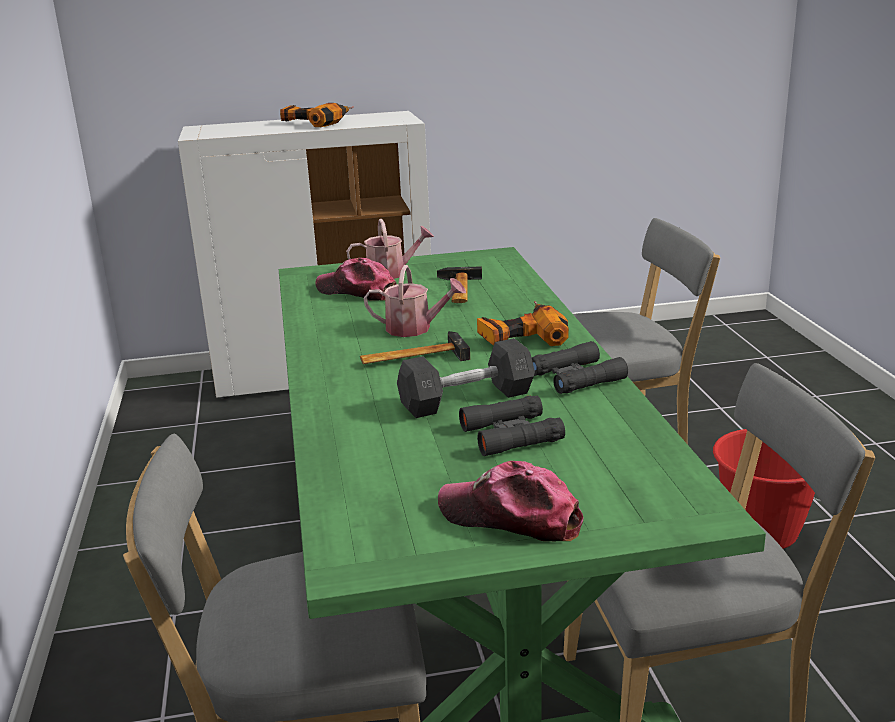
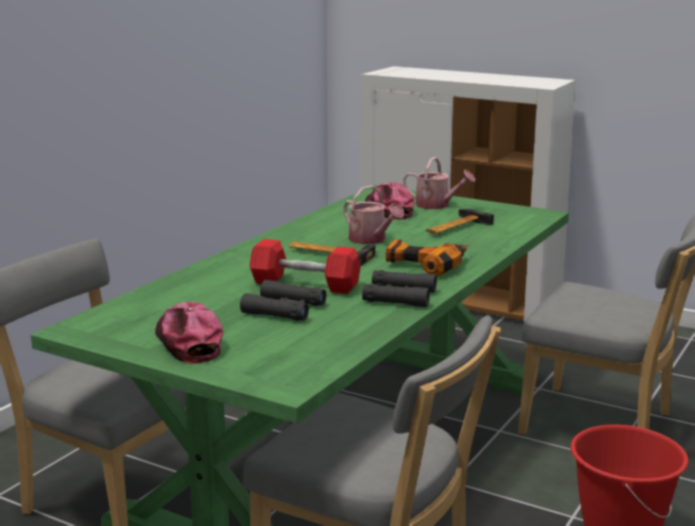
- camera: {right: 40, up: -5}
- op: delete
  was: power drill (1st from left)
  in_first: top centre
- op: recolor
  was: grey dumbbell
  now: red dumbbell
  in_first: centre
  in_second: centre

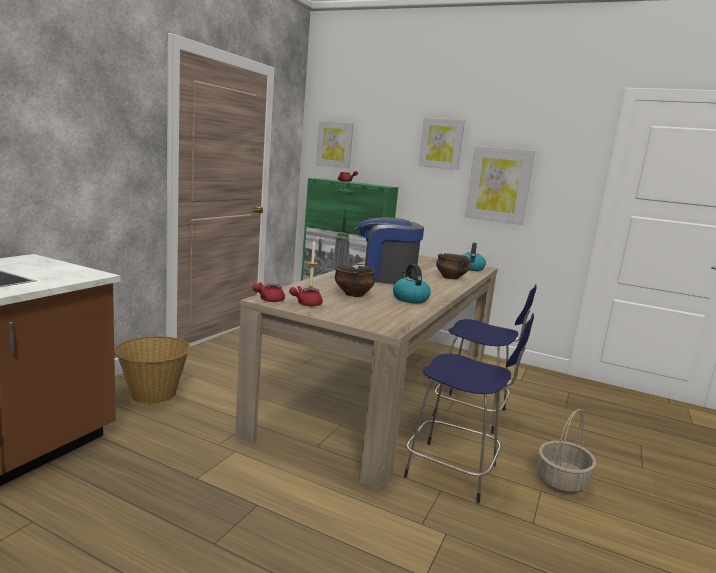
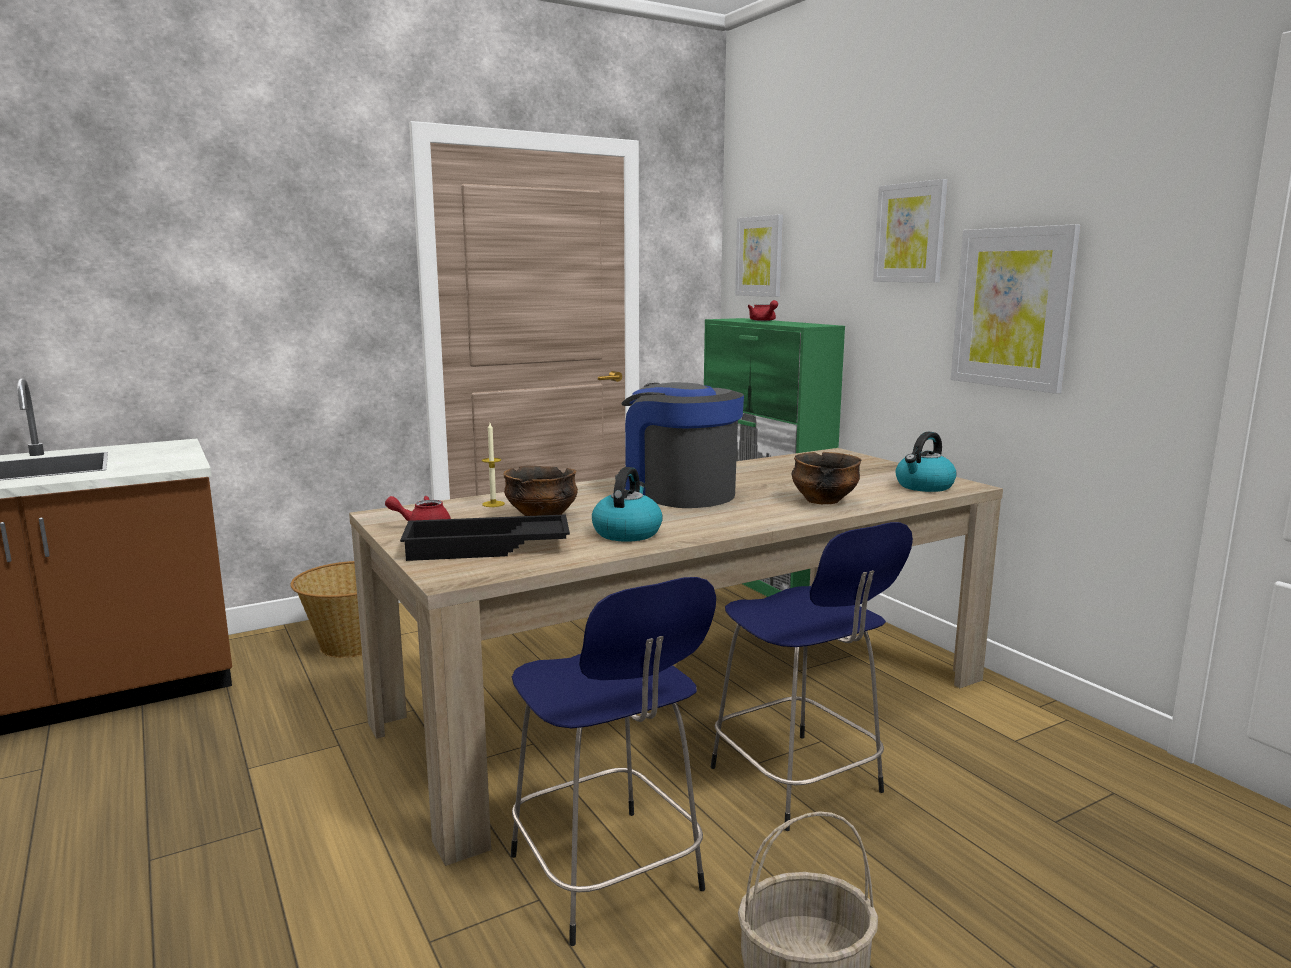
- camera: {right: 35, up: 0}
- op: delete
  was: red teapot (1st from left)
  in_first: centre
- op: insert
  now: black tray
  in_second: centre

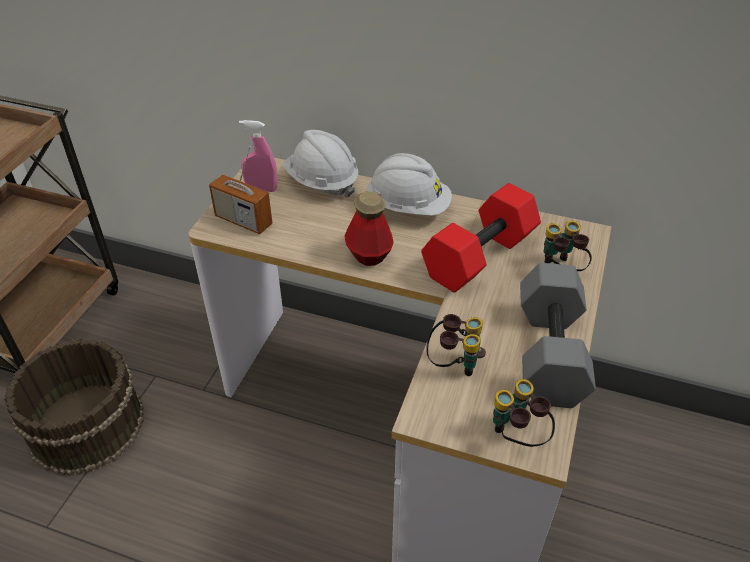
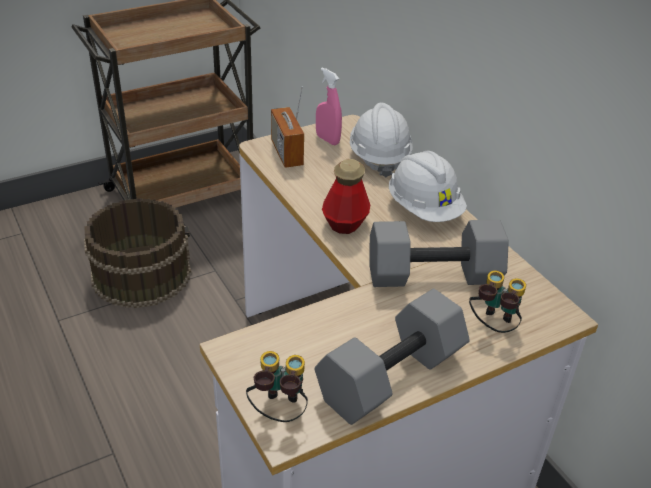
- camera: {right: 40, up: -5}
- op: recolor
  was: red dumbbell
  now: grey dumbbell (2nd from left)
  in_first: centre
  in_second: middle right
- op: delete
  was: binoculars (1st from left)
  in_first: centre

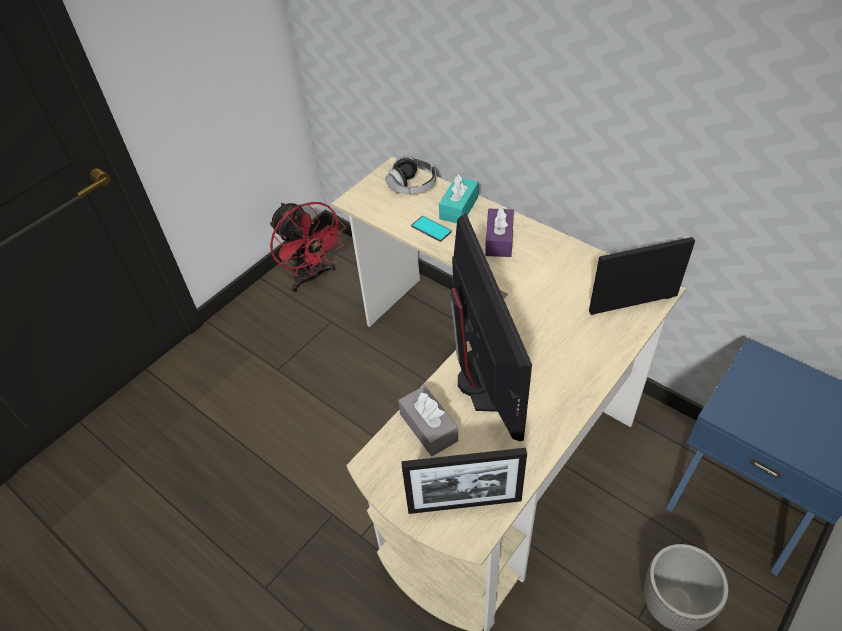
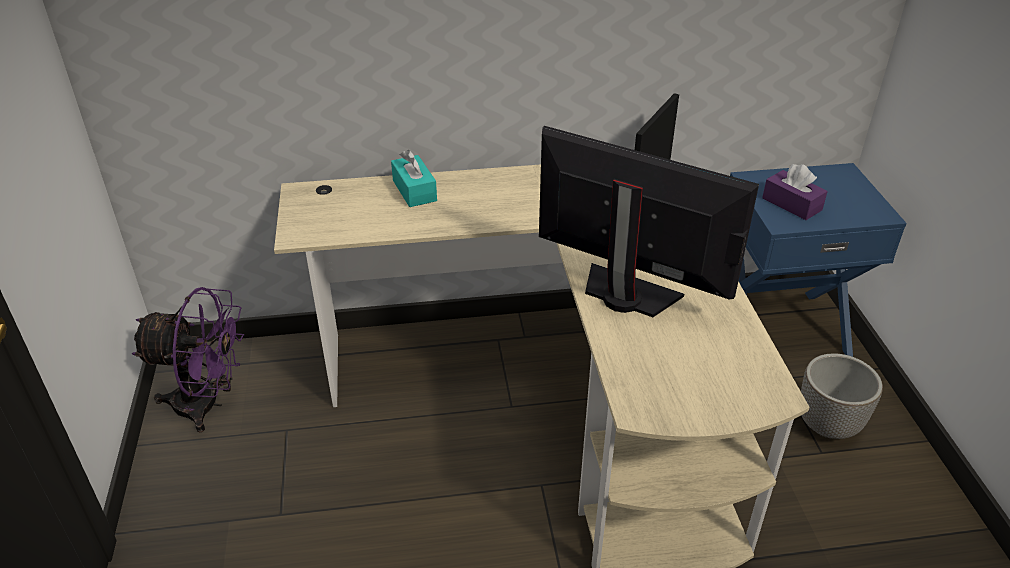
- camera: {right: -50, up: -10}
- op: delete
  was: headphones
  in_first: top centre
- op: recolor
  was: red fan
  now: purple fan
  in_first: centre
  in_second: middle left
- op: move
  was: purple tissue box
  in_first: centre
  in_second: middle right
- op: delete
  was: phone
  in_first: centre
- op: delete
  was: grey tissue box
  in_first: bottom centre
- op: delete
  was: picture frame (1st from left)
  in_first: bottom centre

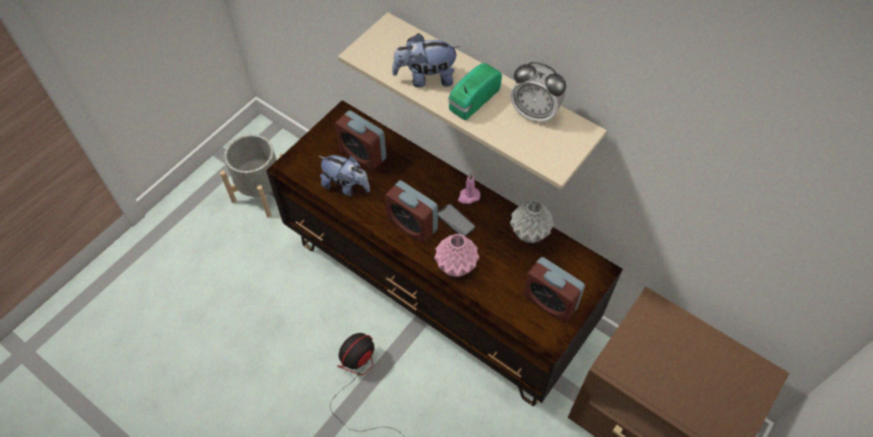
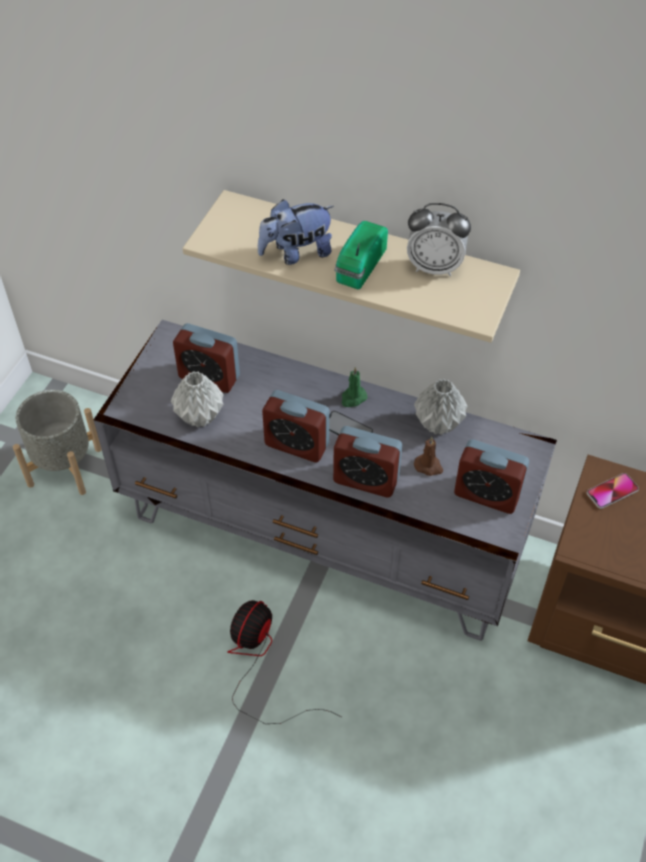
- camera: {right: -15, up: -5}
- op: recolor
  was: brown tv stand
  now: grey tv stand
  in_first: centre
  in_second: centre
- op: replace
  was: plush toy (1st from left)
  now: grey vase (1st from left)
  in_first: centre
  in_second: middle left
- op: recolor
  was: pink candle
  now: green candle
  in_first: centre
  in_second: centre
- op: replace
  was: pink vase
  now: alarm clock (3rd from left)
  in_first: centre
  in_second: centre
- op: insert
  now: brown candle
  in_second: centre
- op: insert
  now: phone (2nd from left)
  in_second: middle right

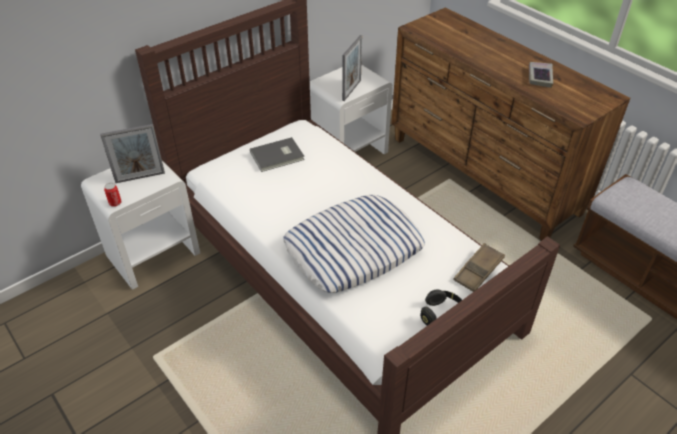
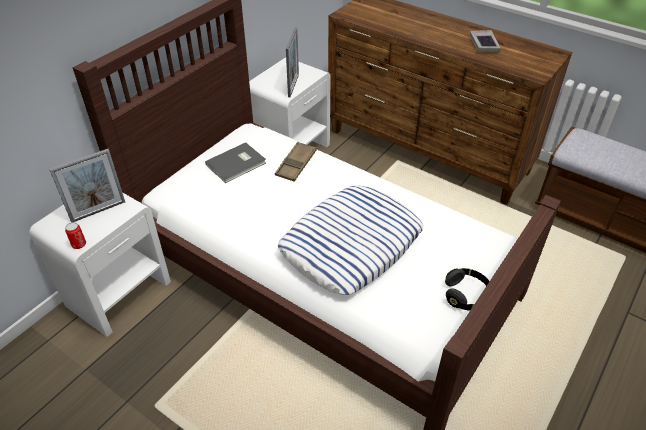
- camera: {right: -15, up: 0}
- op: move
  was: brown tray
  in_first: middle right
  in_second: centre

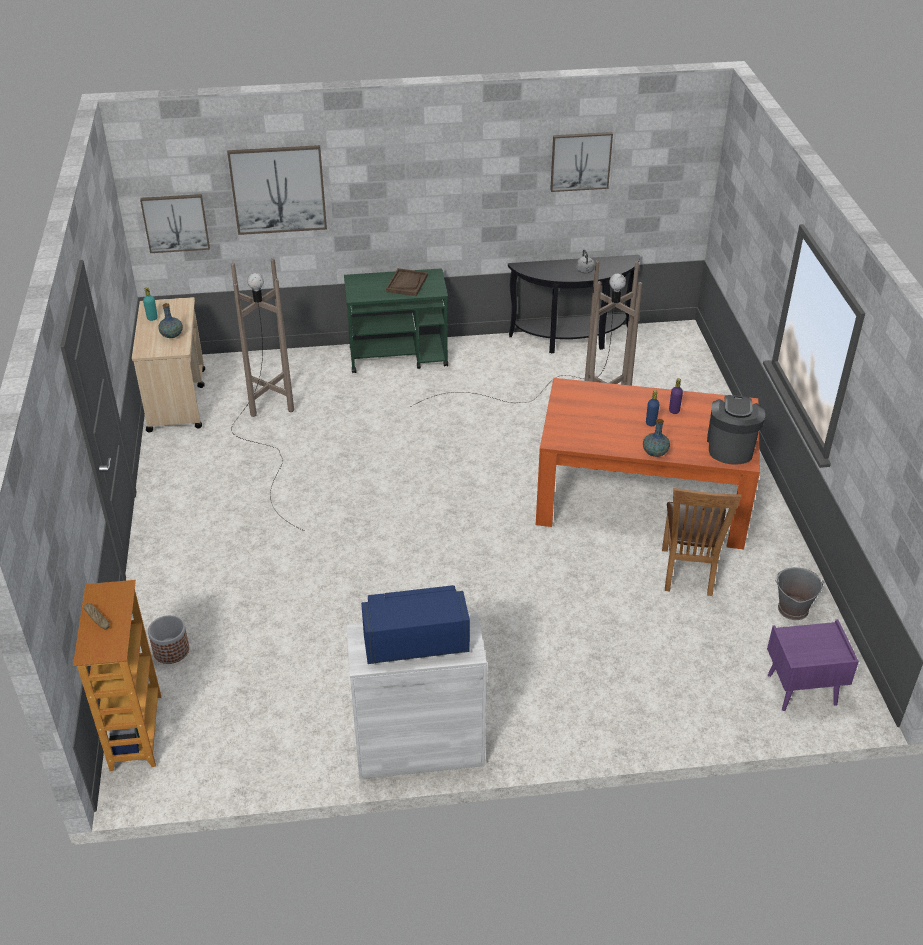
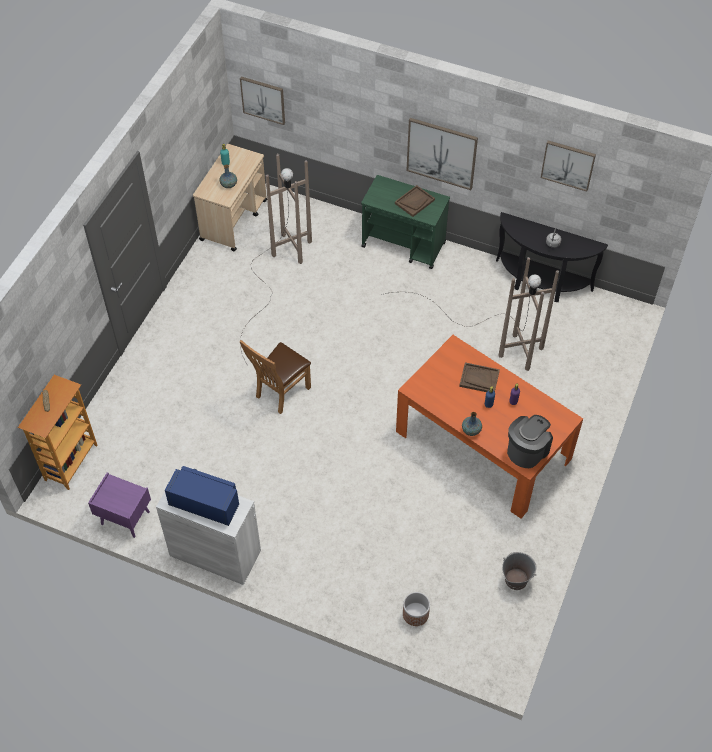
- camera: {right: 30, up: 15}
- op: move
  was: picture (2nd from left)
  in_first: top left
  in_second: top centre
- op: move
  was: brown chair
  in_first: middle right
  in_second: centre
- op: move
  was: planter
  in_first: bottom left
  in_second: bottom centre
- op: move
  was: purple nightstand
  in_first: bottom right
  in_second: bottom left
- op: insert
  now: brown tray (2nd from left)
  in_second: middle right

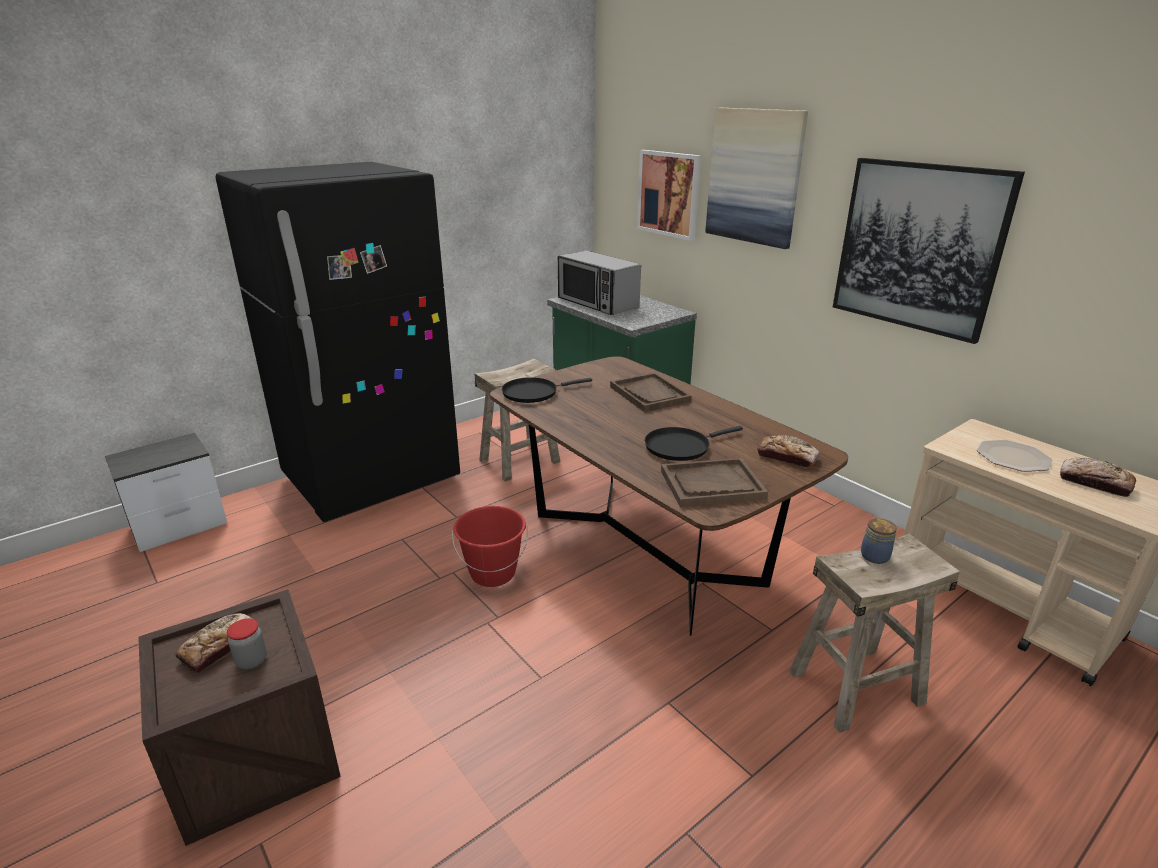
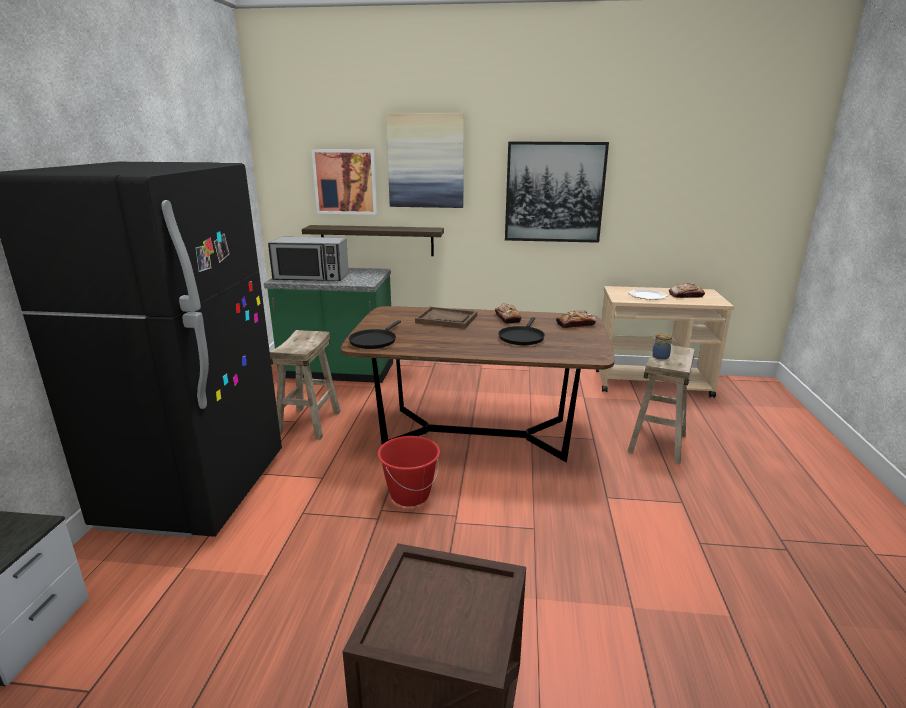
- camera: {right: -45, up: -5}
- op: delete
  was: brown tray (2nd from left)
  in_first: centre
- op: move
  was: bread (1st from left)
  in_first: bottom left
  in_second: centre
- op: delete
  was: jar (1st from left)
  in_first: bottom left
- op: insert
  now: shelf
  in_second: centre

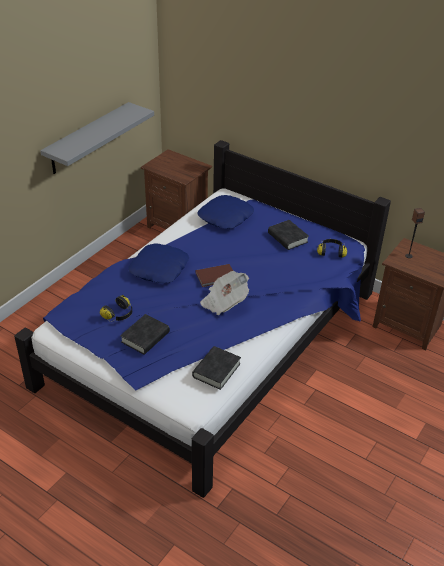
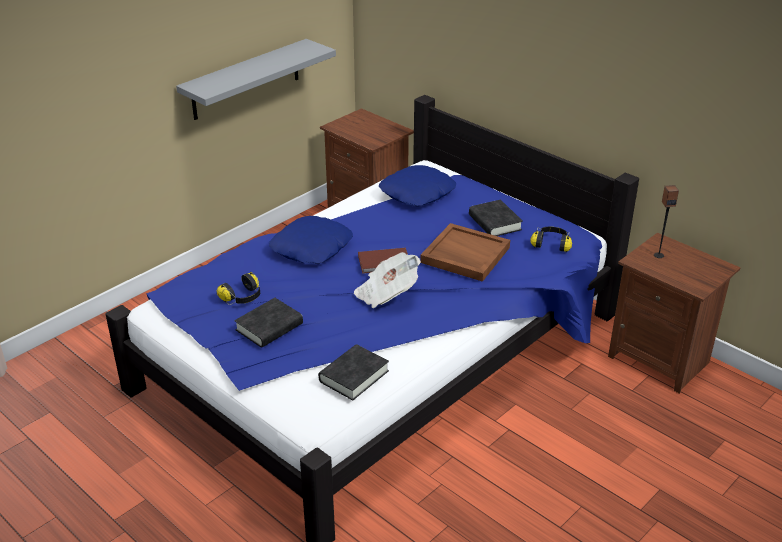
- camera: {right: 10, up: -5}
- op: insert
  now: brown tray
  in_second: centre

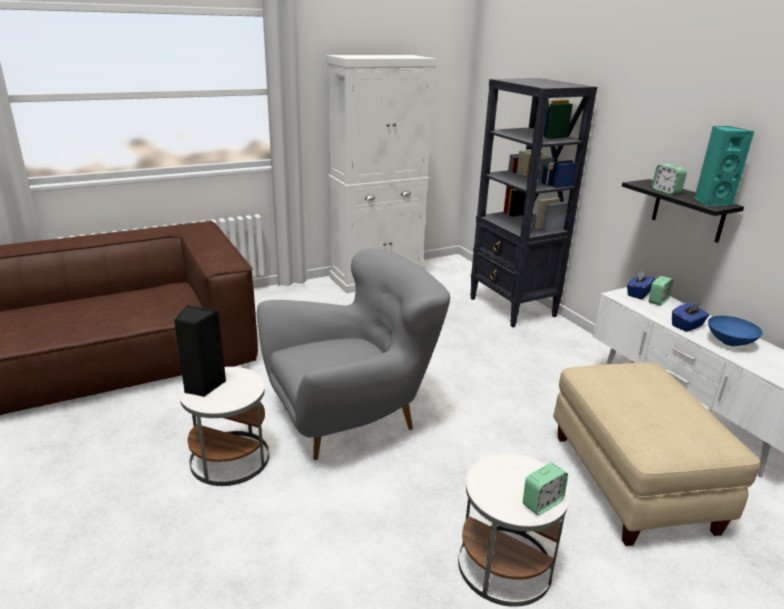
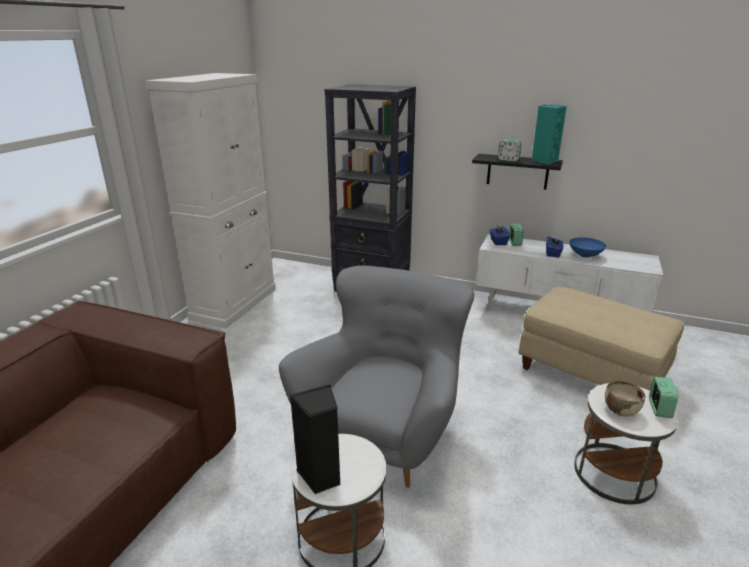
- camera: {right: -40, up: 0}
- op: insert
  now: beige bowl
  in_second: bottom right

